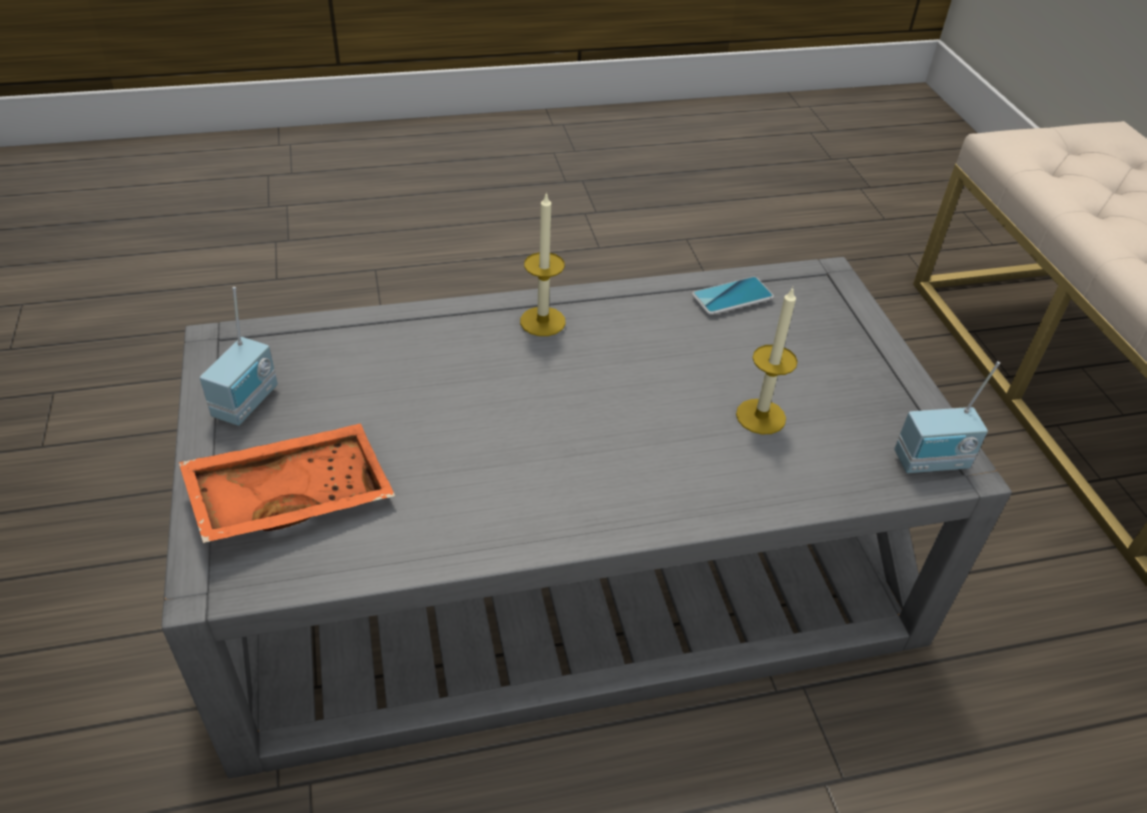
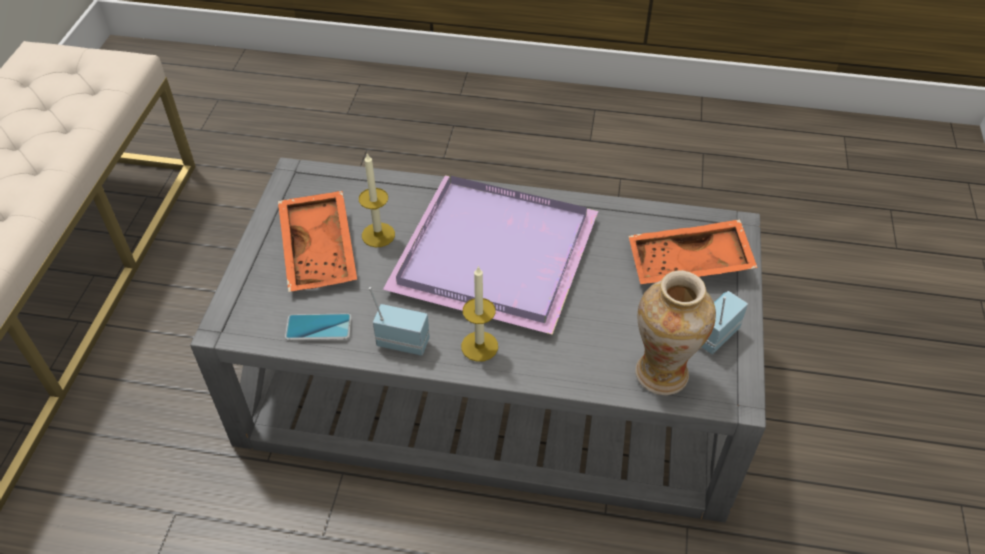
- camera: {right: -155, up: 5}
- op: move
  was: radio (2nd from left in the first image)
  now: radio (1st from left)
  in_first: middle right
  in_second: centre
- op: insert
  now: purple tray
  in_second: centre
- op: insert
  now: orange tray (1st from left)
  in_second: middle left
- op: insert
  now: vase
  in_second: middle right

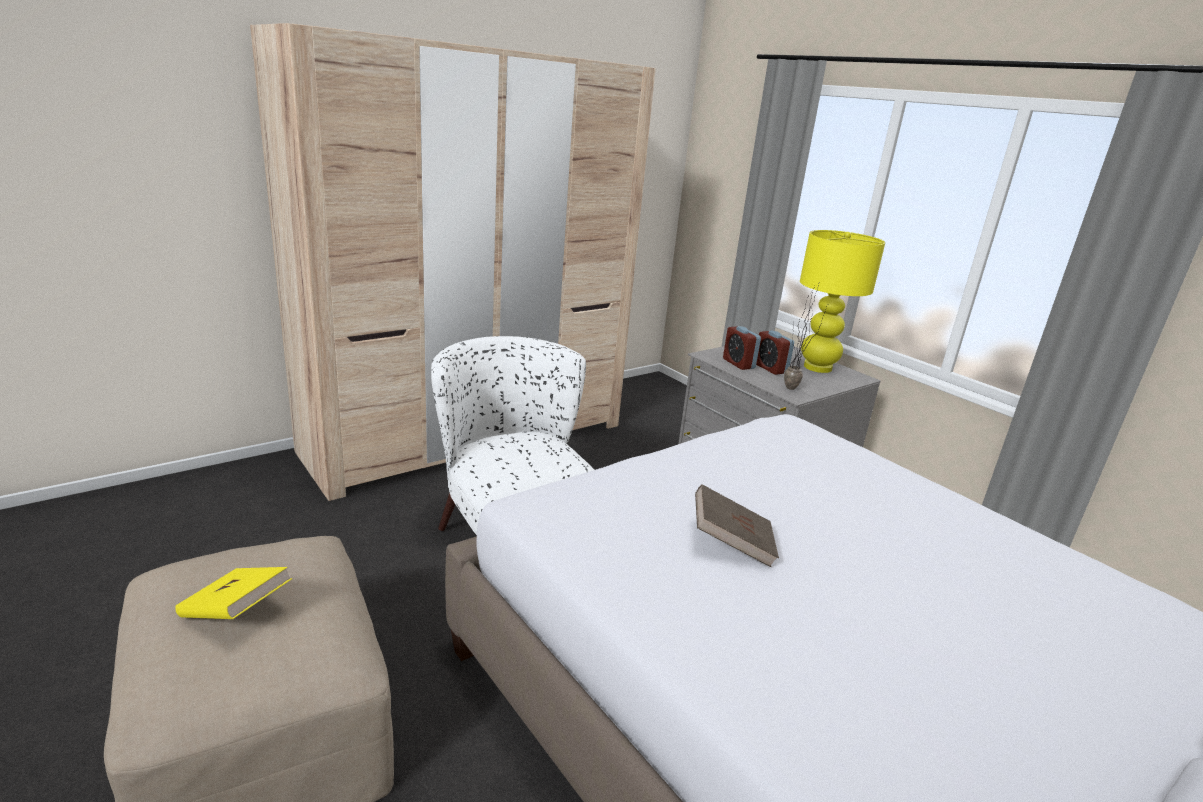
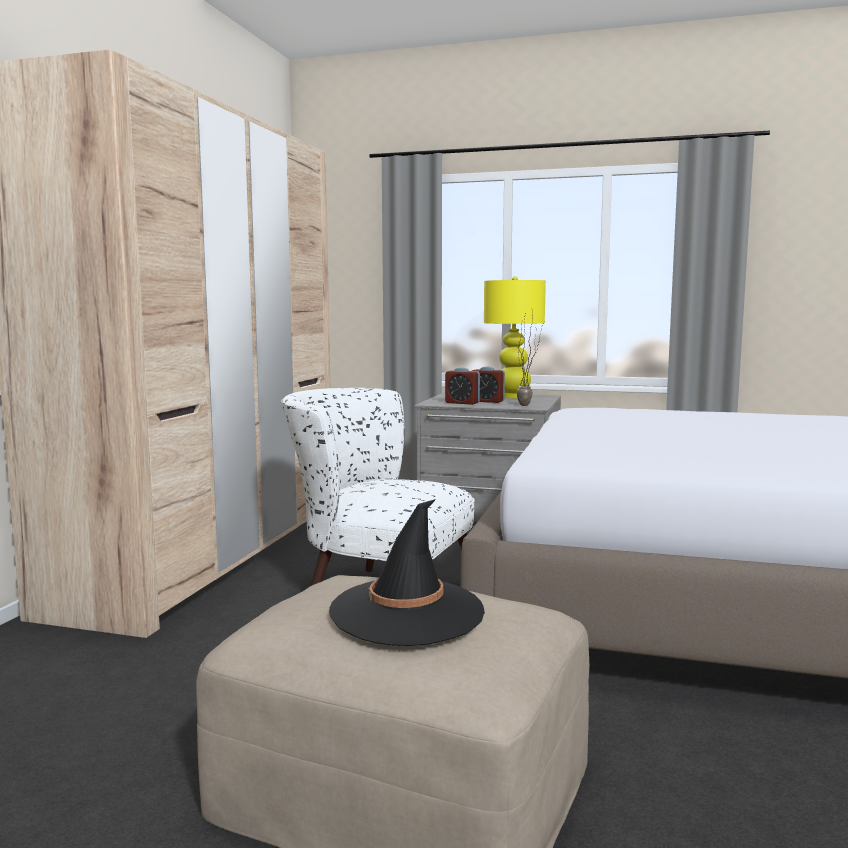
- camera: {right: -35, up: -15}
- op: delete
  was: brown book
  in_first: centre
- op: replace
  was: yellow book
  now: black hat
  in_first: bottom left
  in_second: bottom centre

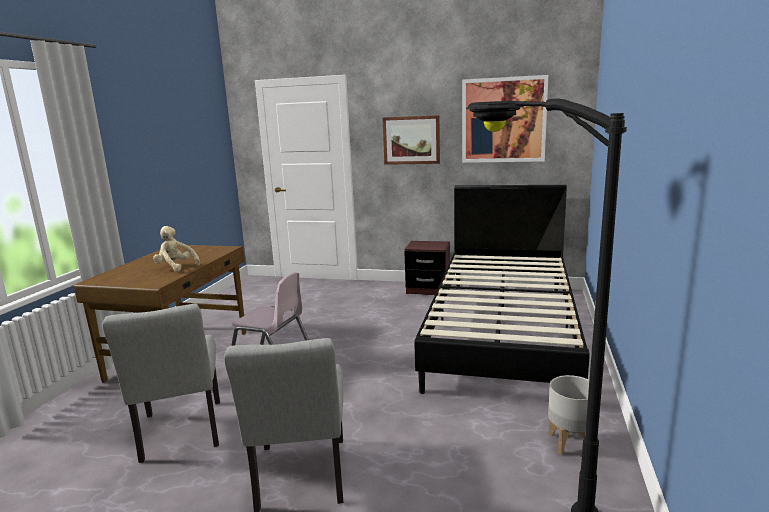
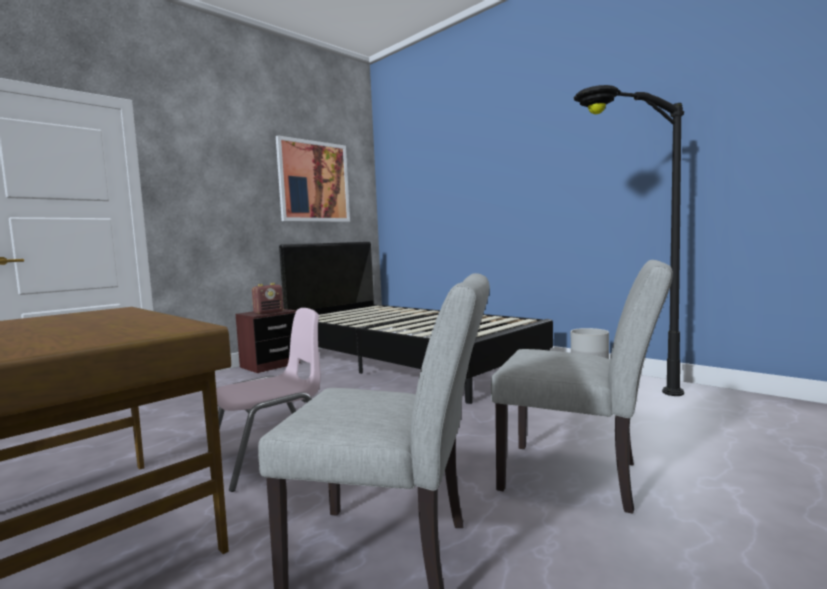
- camera: {right: -60, up: -10}
- op: delete
  was: picture (1st from left)
  in_first: top centre
- op: delete
  was: beige plush toy
  in_first: middle left
- op: insert
  now: radio
  in_second: middle left

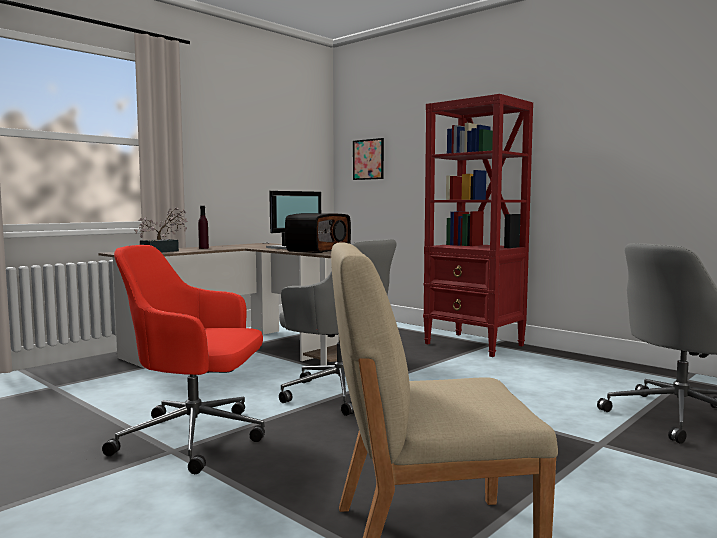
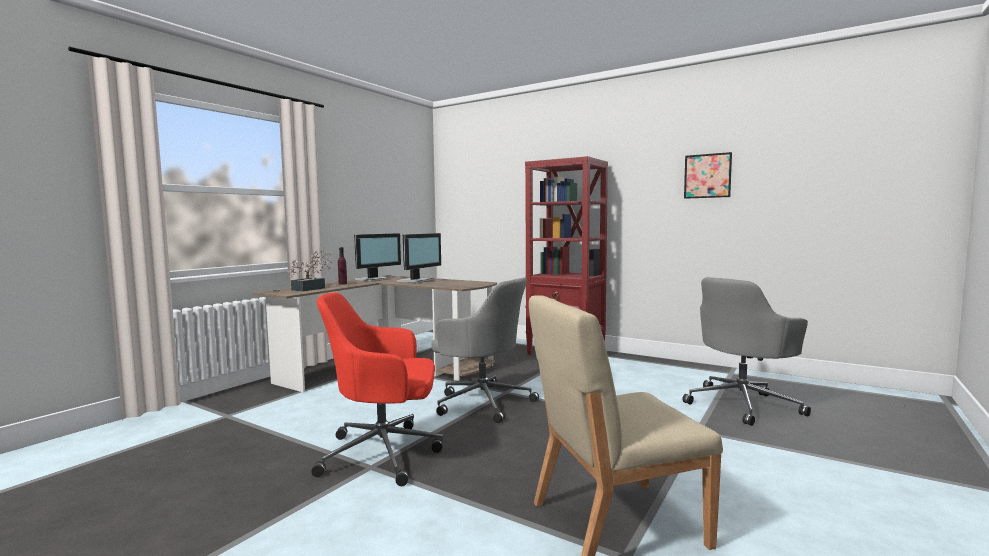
- camera: {right: -10, up: 0}
- op: move
  was: picture
  in_first: top centre
  in_second: top right
- op: delete
  was: radio
  in_first: centre
- op: insert
  now: monitor (1st from left)
  in_second: centre

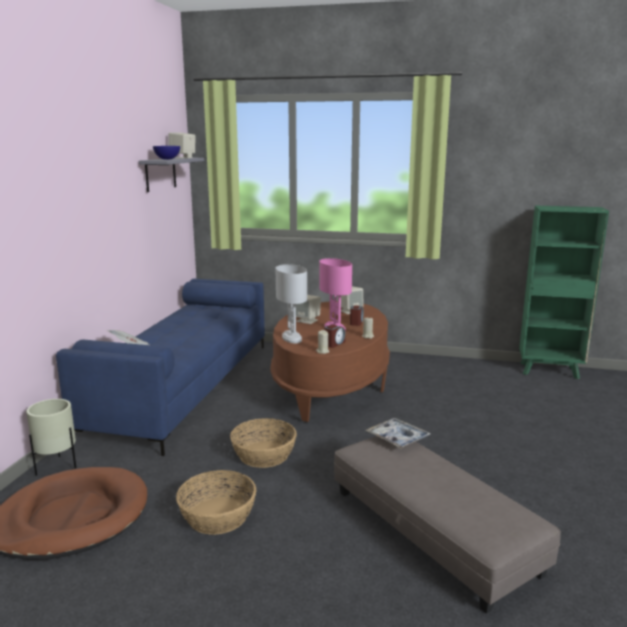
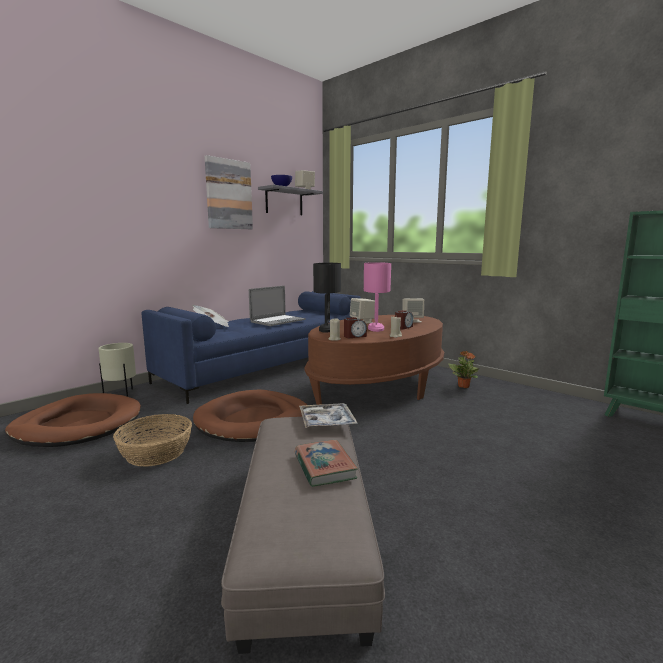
- camera: {right: 30, up: -5}
- op: recolor
  was: white table lamp
  now: black table lamp
  in_first: centre
  in_second: centre
- op: replace
  was: basket (2nd from left)
  now: brown dog bed (2nd from left)
  in_first: bottom centre
  in_second: centre
- op: insert
  now: picture
  in_second: top centre
- op: insert
  now: laptop
  in_second: centre
- op: insert
  now: potted plant
  in_second: middle right
- op: insert
  now: book
  in_second: bottom centre

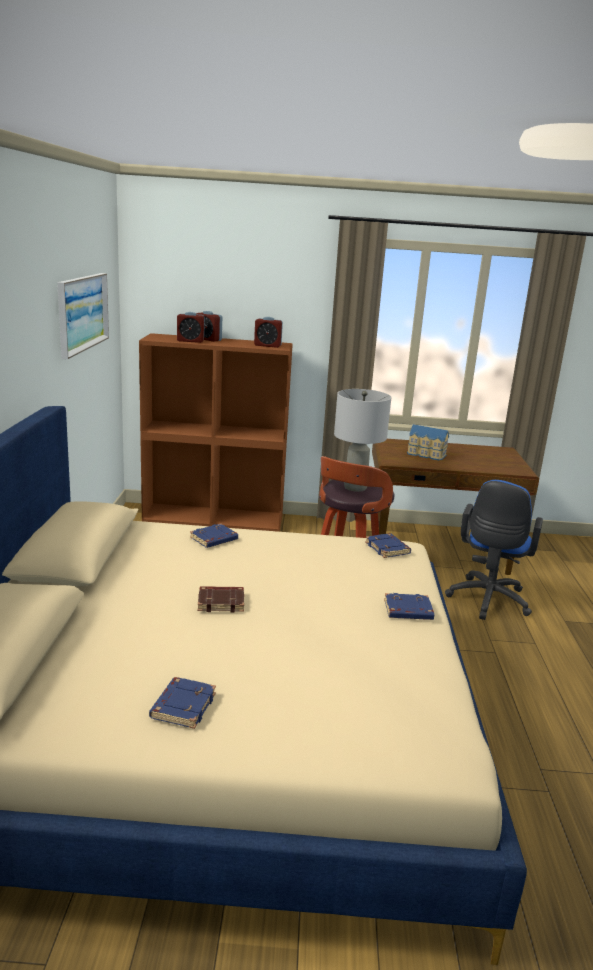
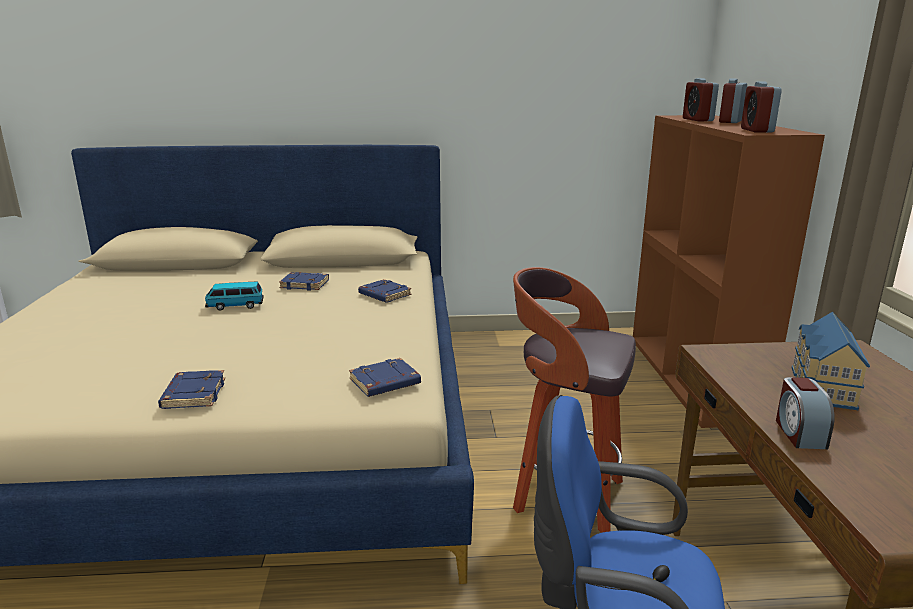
- camera: {right: 85, up: 0}
- op: delete
  was: picture
  in_first: top left
- op: delete
  was: grey table lamp
  in_first: centre
- op: replace
  was: brown book
  now: toy car
  in_first: centre
  in_second: middle left
- op: move
  was: blue book (1st from left in the first image)
  now: blue book (2nd from left)
  in_first: bottom left
  in_second: middle left
- op: insert
  now: alarm clock (4th from left)
  in_second: bottom right

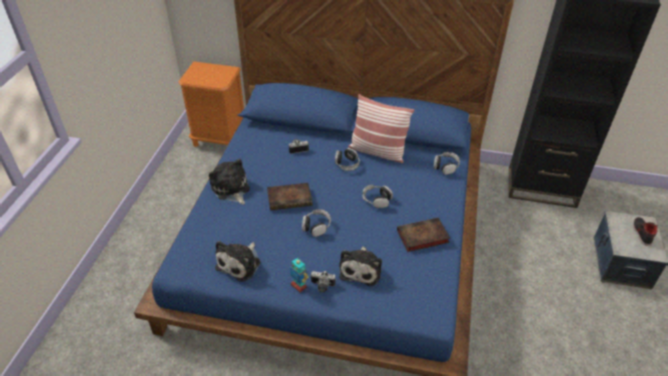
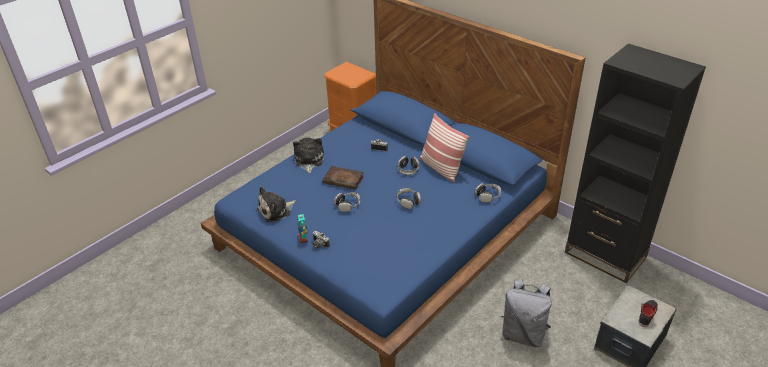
- camera: {right: 30, up: -5}
- op: delete
  was: book (2nd from left)
  in_first: centre
- op: delete
  was: plush toy (3rd from left)
  in_first: bottom centre
- op: insert
  now: grey backpack
  in_second: bottom right

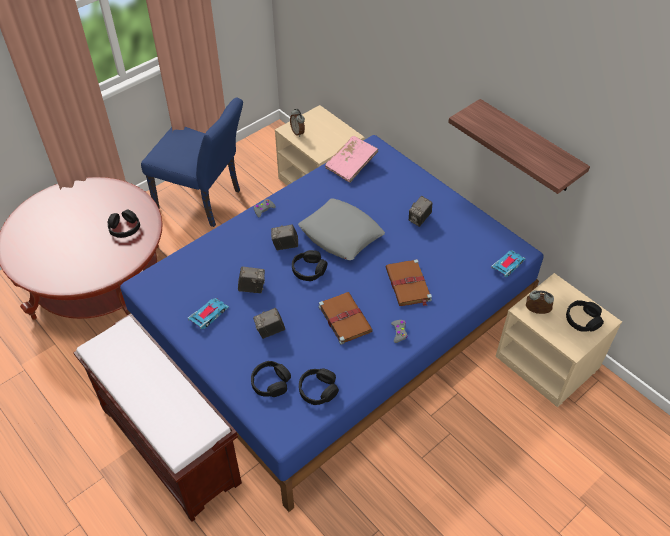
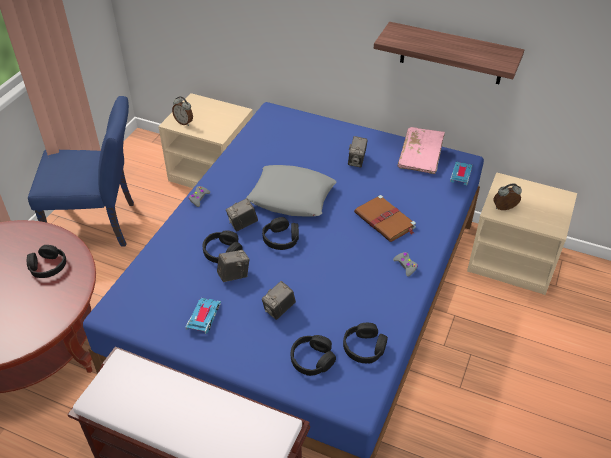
- camera: {right: -25, up: -5}
- op: move
  was: pink book
  in_first: top centre
  in_second: top right
- op: delete
  was: brown book (1st from left)
  in_first: centre
- op: move
  was: black headphones (5th from left in the first image)
  now: black headphones (2nd from left)
  in_first: middle right
  in_second: centre

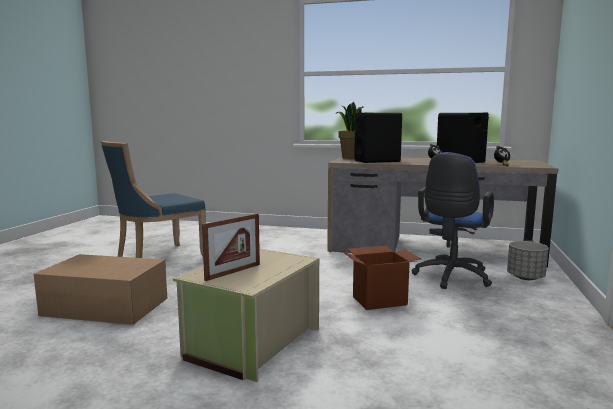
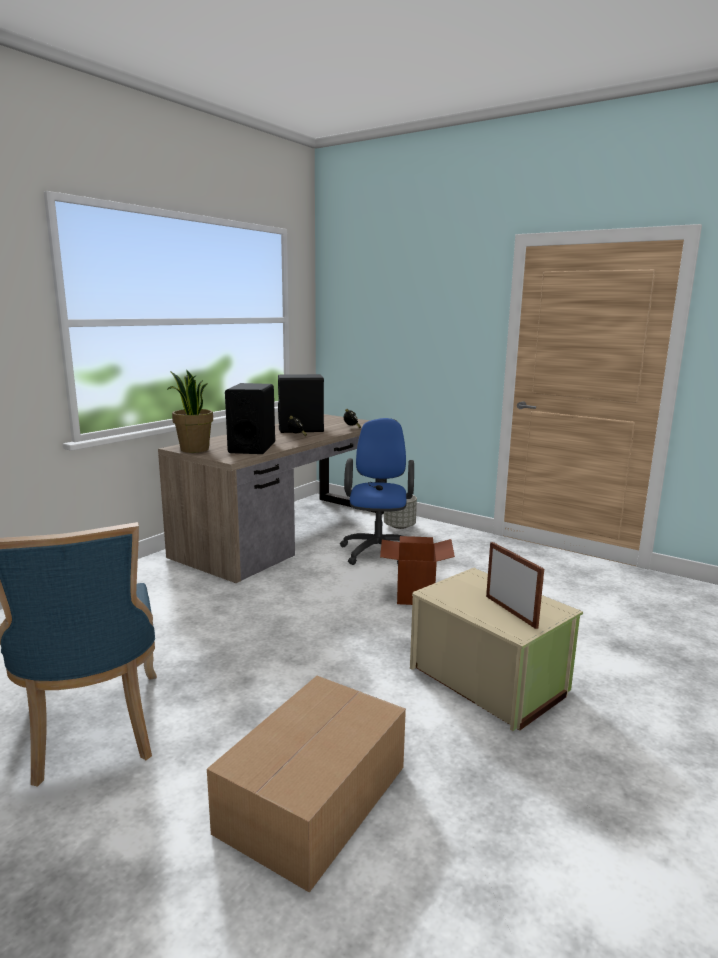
- camera: {right: -70, up: 5}
- op: rotate
  was: blue office chair
  in_first: middle right
  in_second: centre
  clockwise: -135

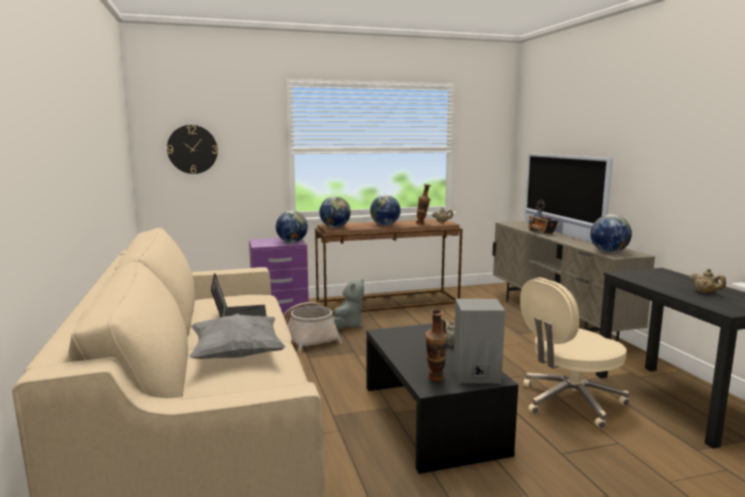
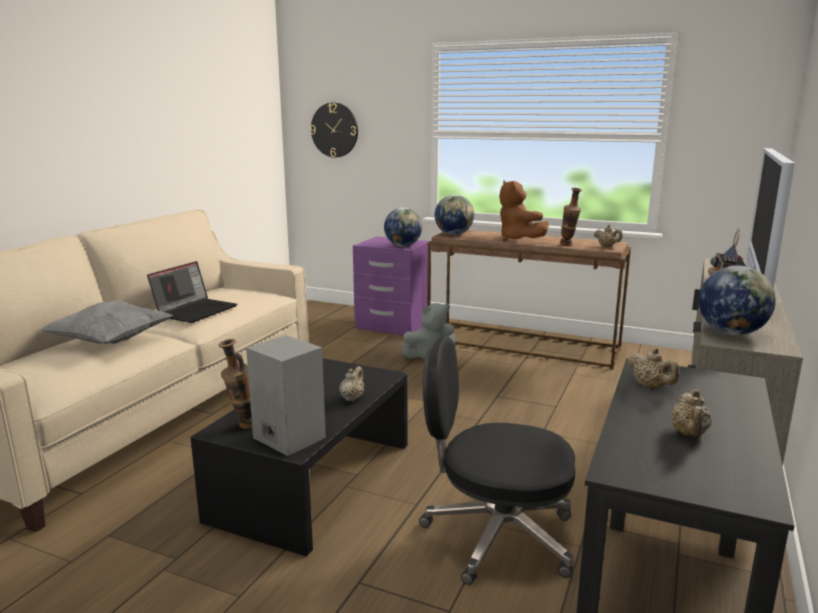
- camera: {right: 40, up: 5}
- op: replace
  was: globe (3rd from left)
  now: brown plush toy
  in_first: centre
  in_second: centre
- op: recolor
  was: beige office chair
  now: black office chair
  in_first: bottom right
  in_second: bottom centre
- op: delete
  was: basket
  in_first: centre
- op: insert
  now: beige teapot (3rd from left)
  in_second: middle right

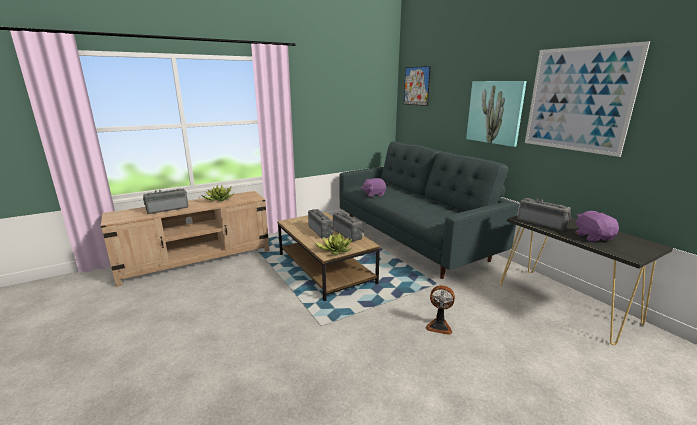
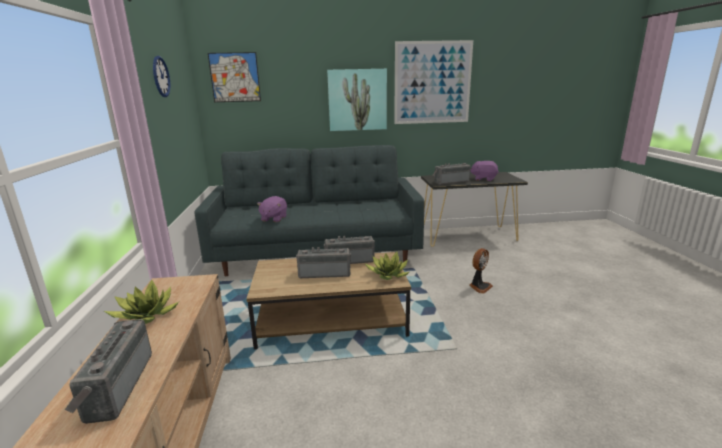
- camera: {right: -65, up: 0}
- op: insert
  now: wall clock
  in_second: top left

